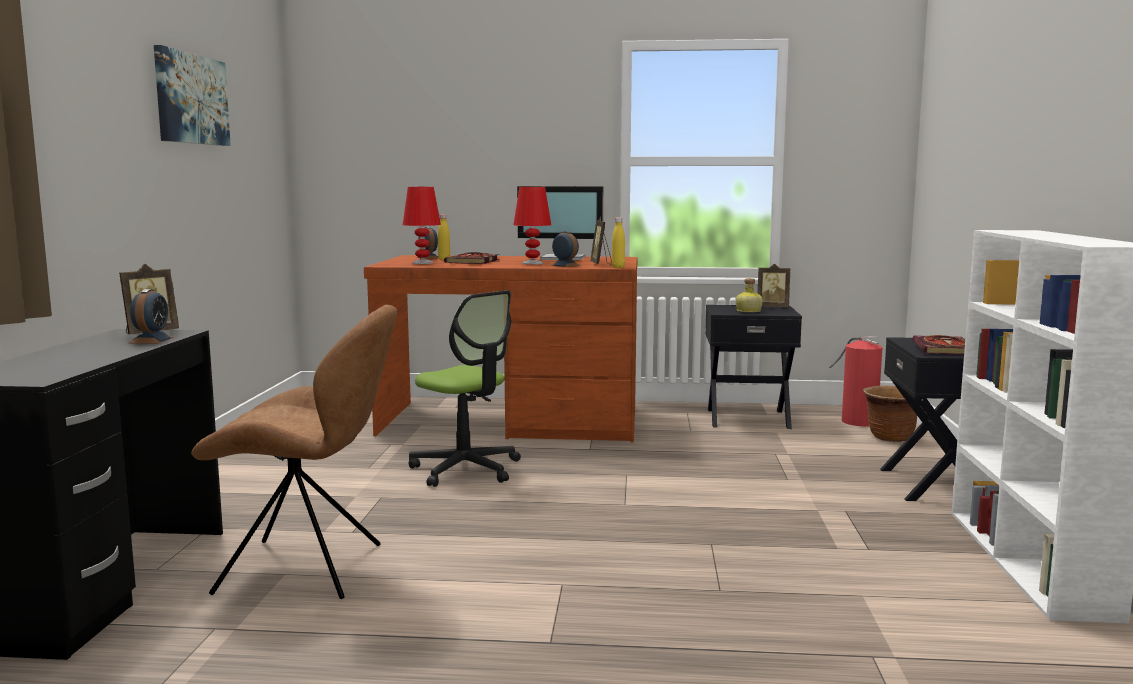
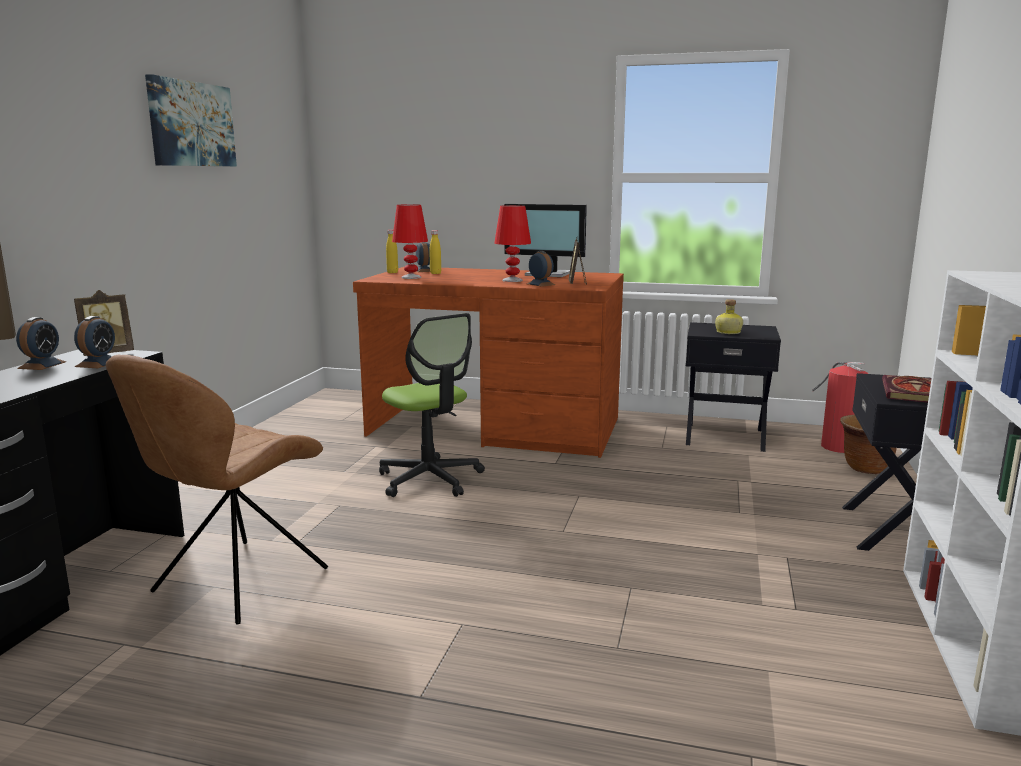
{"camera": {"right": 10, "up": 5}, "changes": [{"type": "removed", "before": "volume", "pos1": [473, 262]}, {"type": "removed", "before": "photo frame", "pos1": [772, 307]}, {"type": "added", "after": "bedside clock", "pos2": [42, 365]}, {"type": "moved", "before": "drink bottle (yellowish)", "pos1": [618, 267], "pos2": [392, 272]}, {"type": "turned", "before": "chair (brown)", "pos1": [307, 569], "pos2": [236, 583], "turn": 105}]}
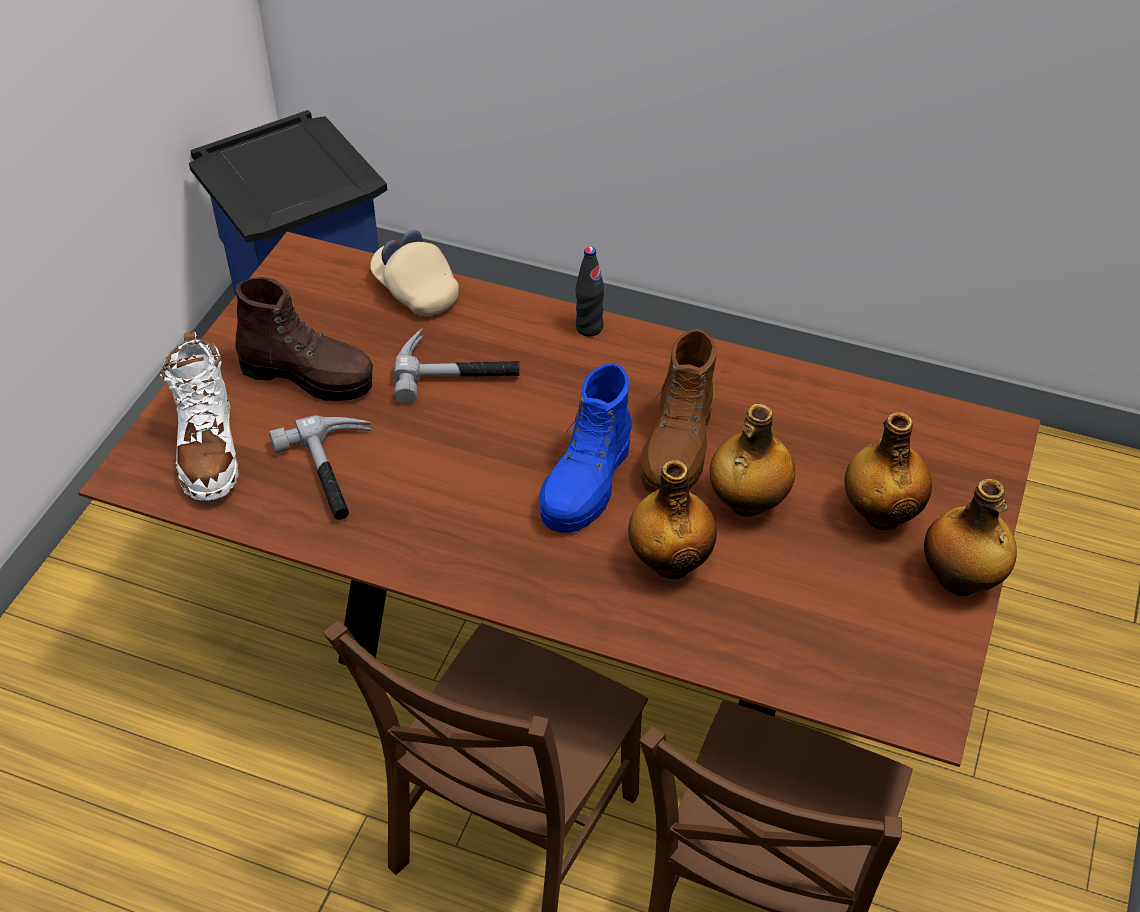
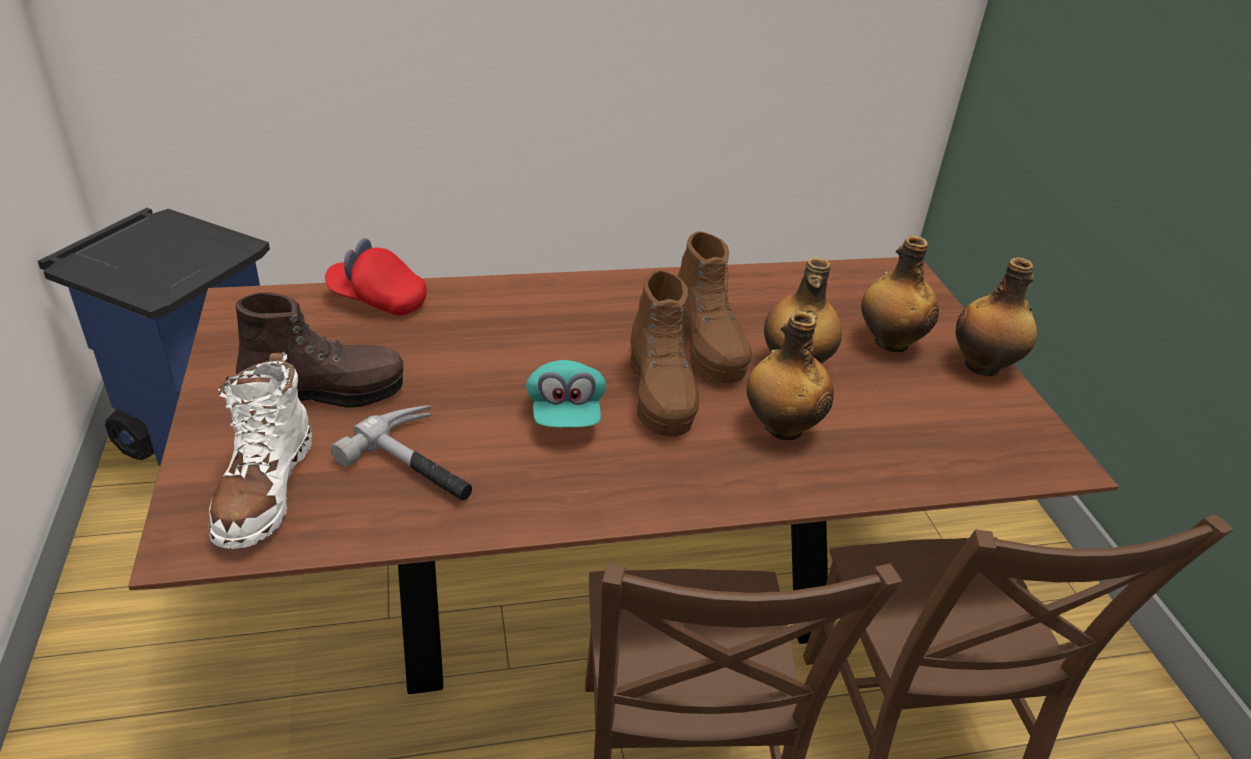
{"camera": {"right": -35, "up": -10}, "changes": [{"type": "removed", "before": "tool hammer", "pos1": [457, 370]}, {"type": "removed", "before": "drink bottle (black-coloured)", "pos1": [589, 327]}, {"type": "added", "after": "peaked cap (blue-green)", "pos2": [565, 413]}, {"type": "recoloured", "before": "peaked cap (beige)", "after": "peaked cap (red-coloured)", "pos1": [415, 291], "pos2": [378, 300]}, {"type": "recoloured", "before": "boot (bluish)", "after": "boot (brown)", "pos1": [587, 484], "pos2": [660, 394]}, {"type": "turned", "before": "boot (white-coloured)", "pos1": [208, 449], "pos2": [264, 489], "turn": 45}]}
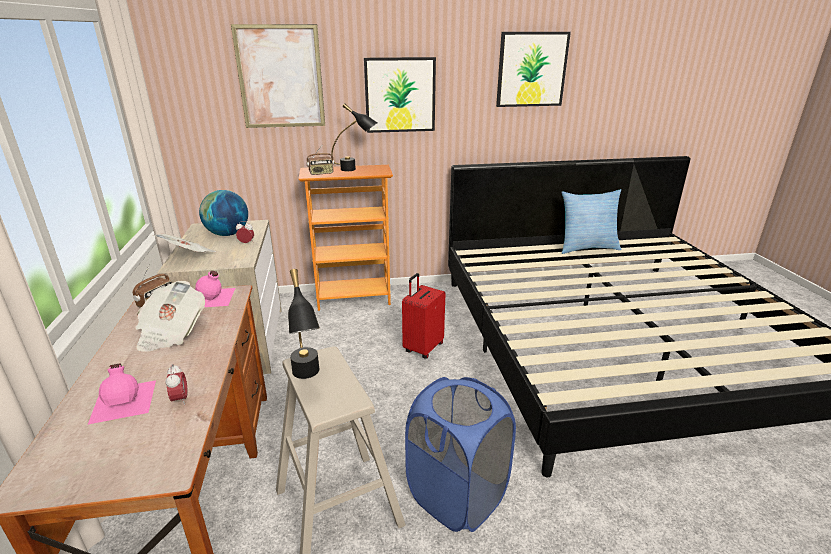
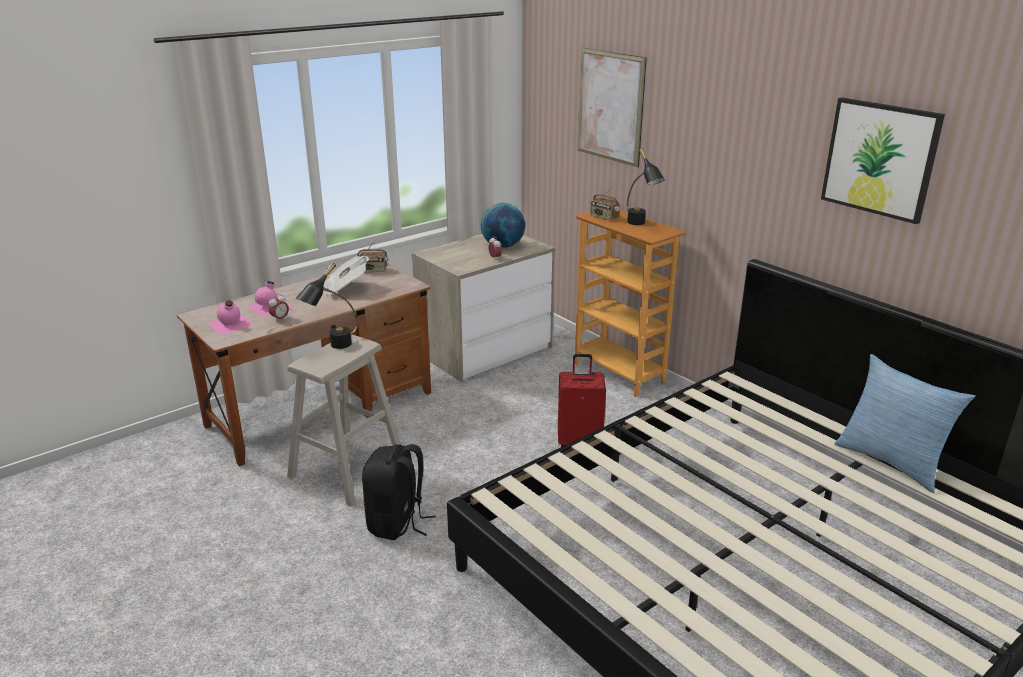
{"camera": {"right": 60, "up": 0}, "changes": [{"type": "removed", "before": "newspaper", "pos1": [189, 256]}, {"type": "removed", "before": "picture", "pos1": [400, 95]}, {"type": "moved", "before": "drink bottle (pink-coloured)", "pos1": [213, 298], "pos2": [230, 324]}, {"type": "replaced", "before": "laundry basket (bluish)", "after": "knapsack (black-coloured)", "pos1": [457, 496], "pos2": [397, 523]}]}
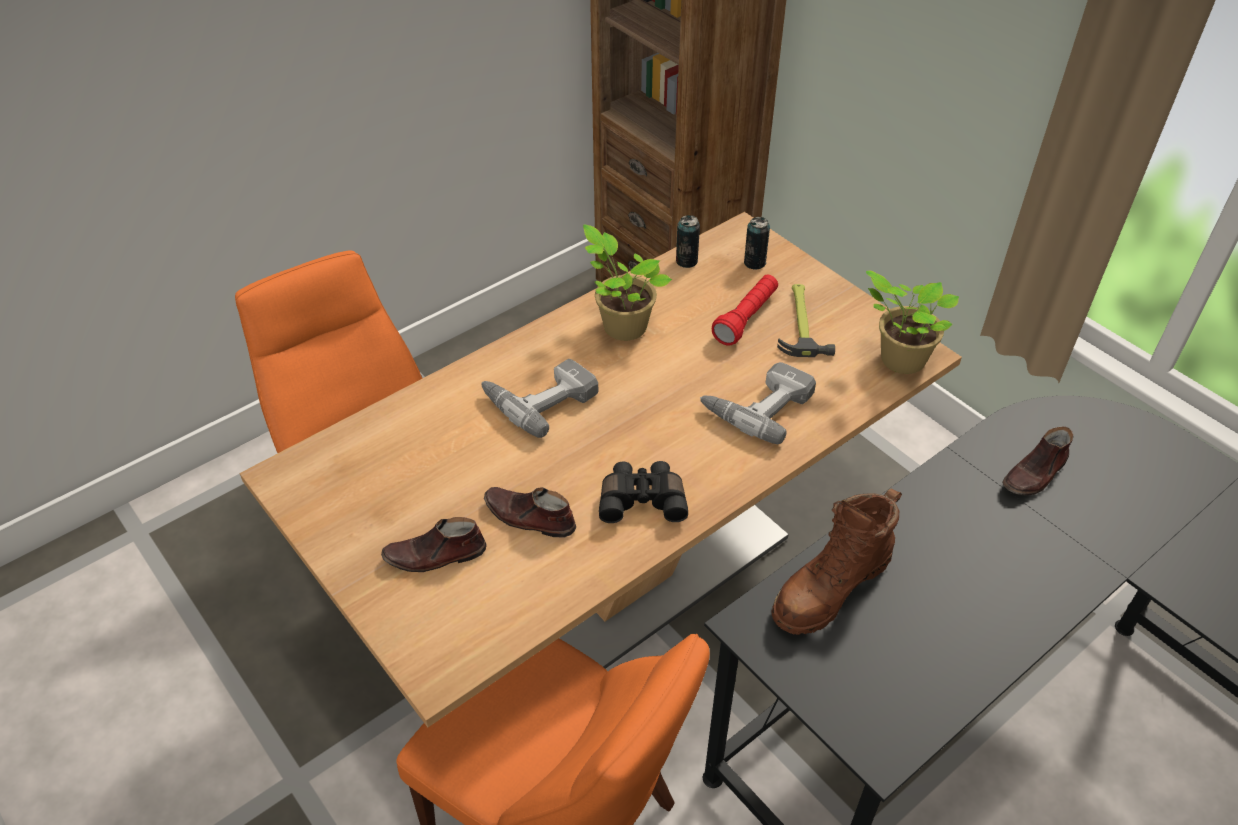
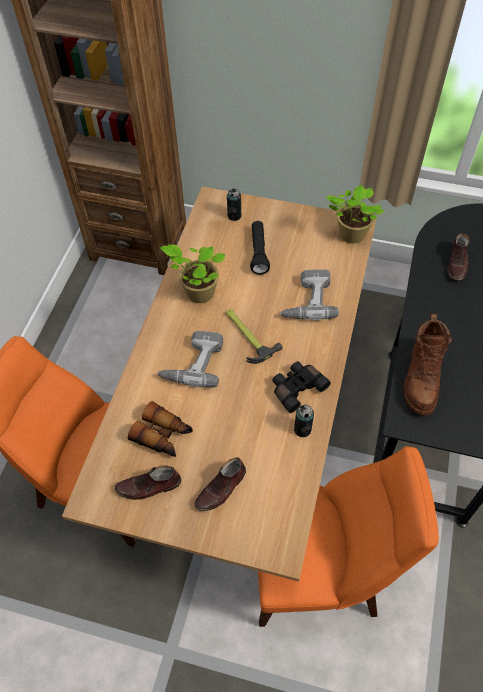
{"camera": {"right": -35, "up": 10}, "changes": [{"type": "added", "after": "pair of binoculars", "pos2": [163, 435]}, {"type": "moved", "before": "shoe (brown)", "pos1": [529, 517], "pos2": [149, 487]}, {"type": "moved", "before": "metal can", "pos1": [686, 261], "pos2": [302, 429]}, {"type": "moved", "before": "tool hammer", "pos1": [801, 322], "pos2": [247, 335]}, {"type": "recoloured", "before": "flashlight (red-coloured)", "after": "flashlight (black-coloured)", "pos1": [746, 318], "pos2": [258, 252]}]}
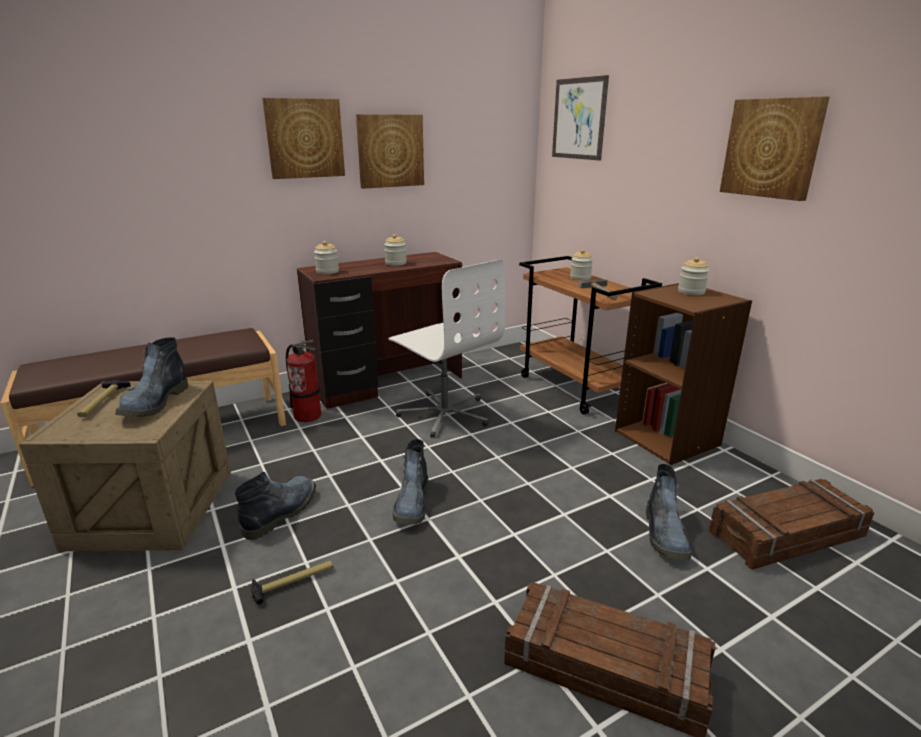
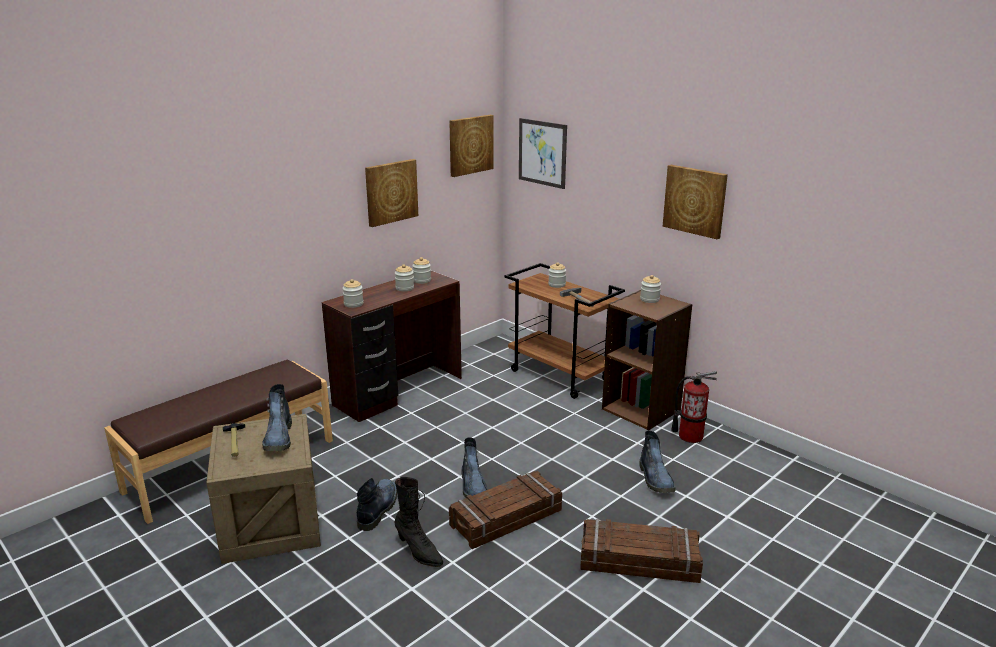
{"camera": {"right": -15, "up": 0}, "changes": [{"type": "removed", "before": "office chair (white-coloured)", "pos1": [445, 414]}, {"type": "added", "after": "storage jar", "pos2": [422, 280]}, {"type": "moved", "before": "picture", "pos1": [304, 138], "pos2": [470, 145]}, {"type": "moved", "before": "extinguisher", "pos1": [307, 415], "pos2": [690, 436]}, {"type": "moved", "before": "shipping crate", "pos1": [787, 535], "pos2": [506, 518]}, {"type": "replaced", "before": "tool hammer", "after": "boot (black-coloured)", "pos1": [293, 582], "pos2": [418, 551]}]}
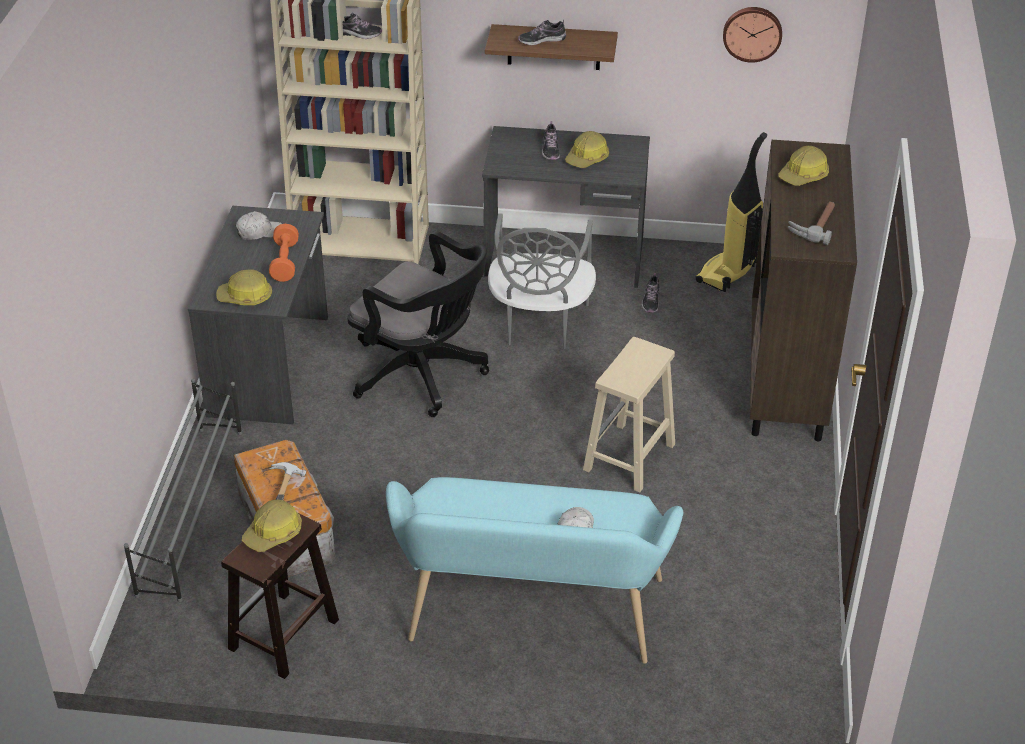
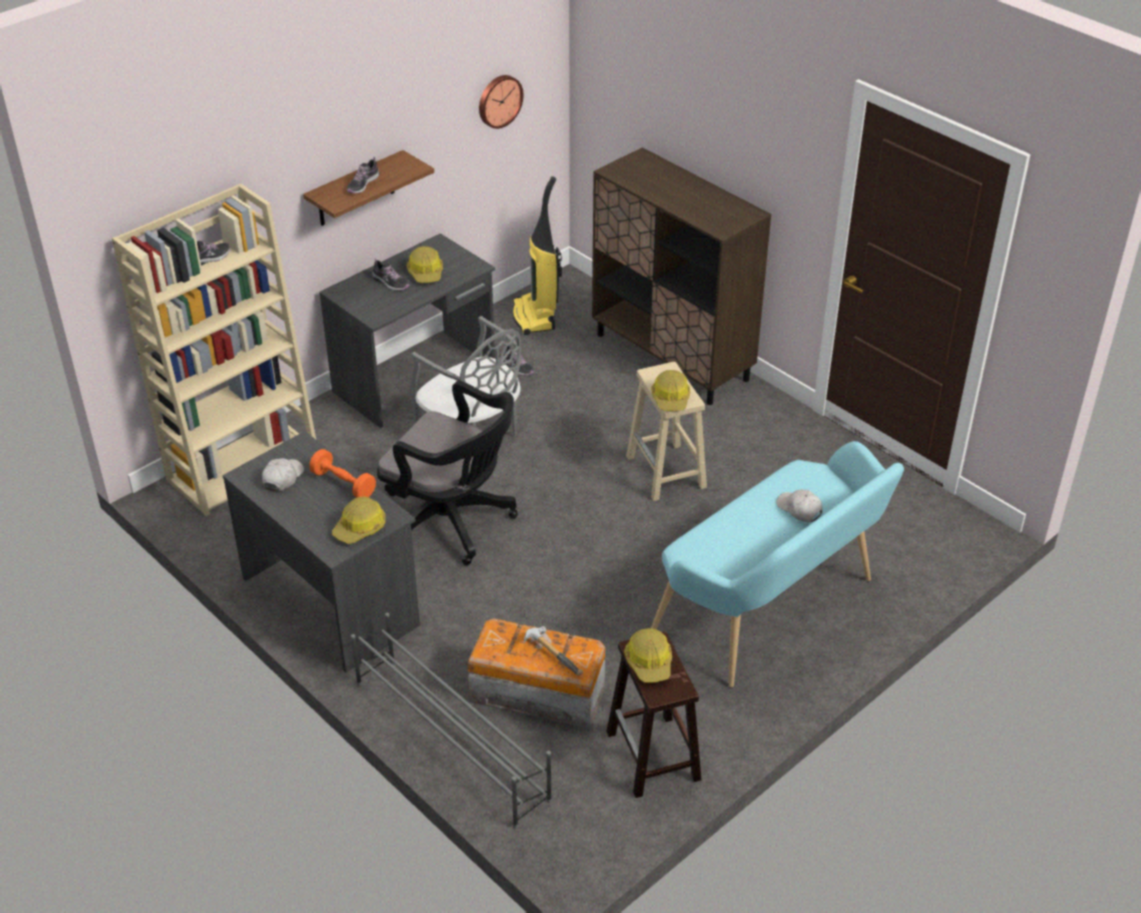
{"camera": {"right": -50, "up": 0}, "changes": [{"type": "removed", "before": "tool hammer", "pos1": [814, 225]}, {"type": "moved", "before": "safety helmet", "pos1": [803, 175], "pos2": [671, 398]}, {"type": "turned", "before": "office chair (black-coloured)", "pos1": [423, 375], "pos2": [453, 522], "turn": 45}]}
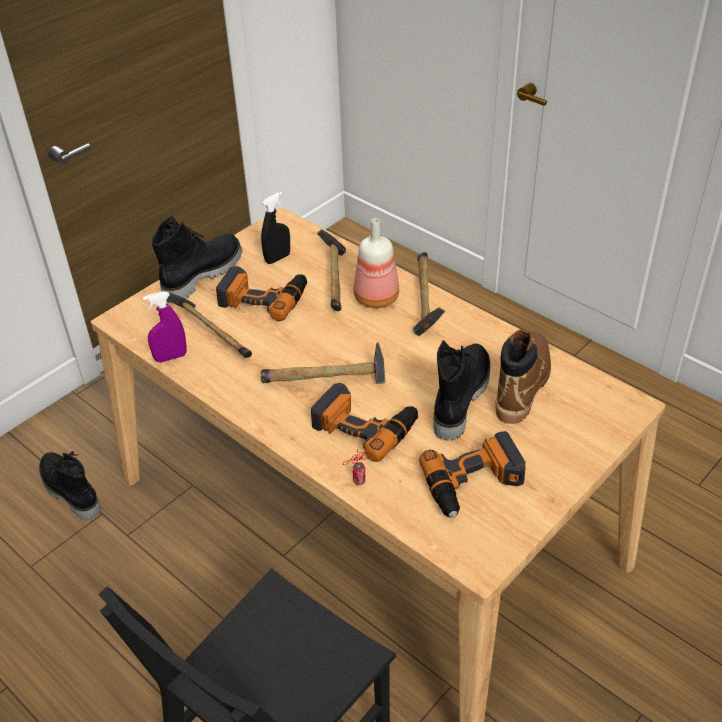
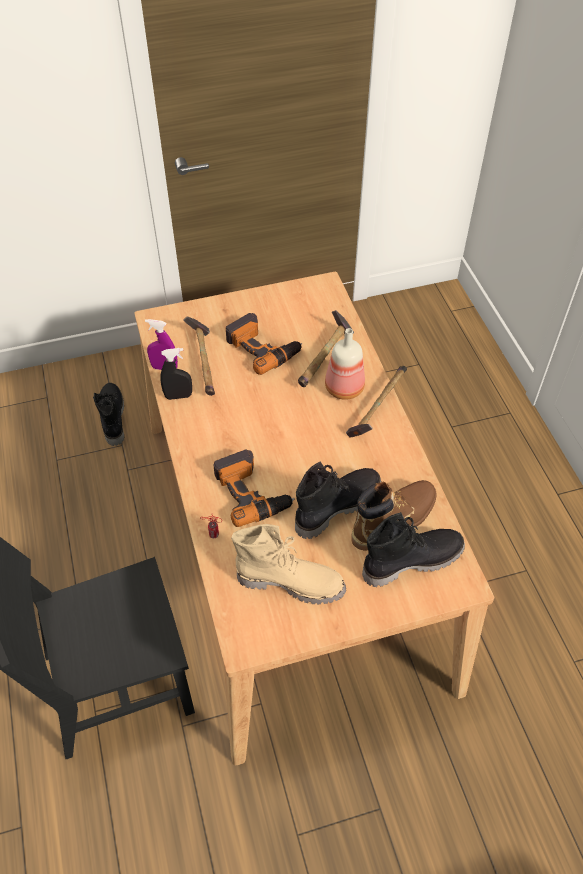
{"camera": {"right": 30, "up": 10}, "changes": [{"type": "removed", "before": "tool hammer", "pos1": [328, 382]}, {"type": "moved", "before": "boot (black-coloured)", "pos1": [202, 275], "pos2": [411, 560]}, {"type": "moved", "before": "sprayer (black-coloured)", "pos1": [277, 258], "pos2": [178, 396]}, {"type": "replaced", "before": "electric drill", "after": "boot (beige)", "pos1": [474, 484], "pos2": [291, 582]}]}
